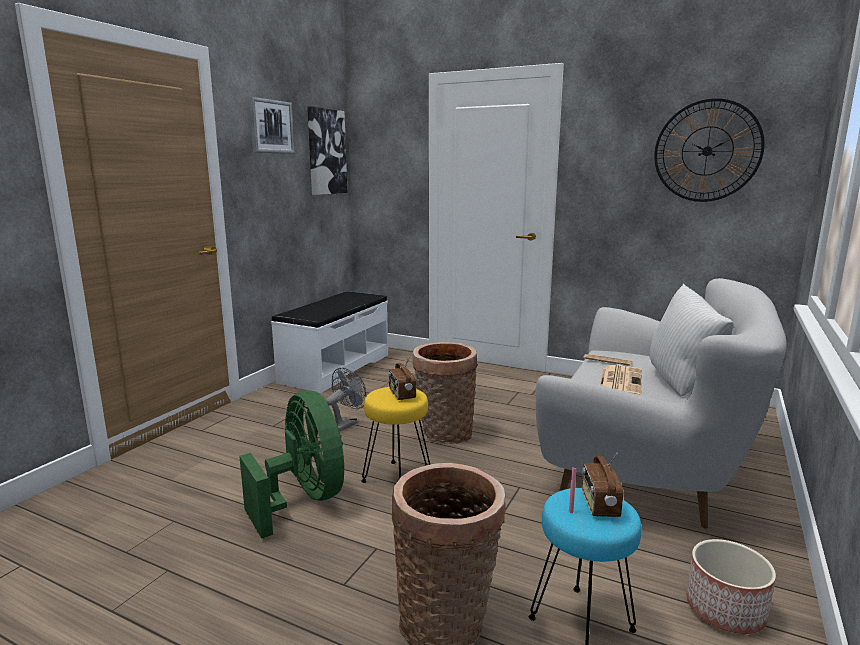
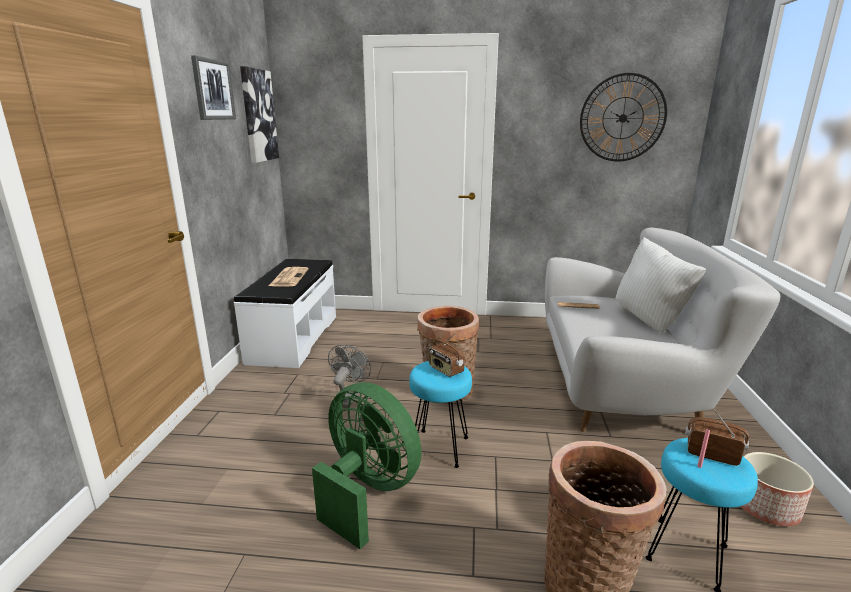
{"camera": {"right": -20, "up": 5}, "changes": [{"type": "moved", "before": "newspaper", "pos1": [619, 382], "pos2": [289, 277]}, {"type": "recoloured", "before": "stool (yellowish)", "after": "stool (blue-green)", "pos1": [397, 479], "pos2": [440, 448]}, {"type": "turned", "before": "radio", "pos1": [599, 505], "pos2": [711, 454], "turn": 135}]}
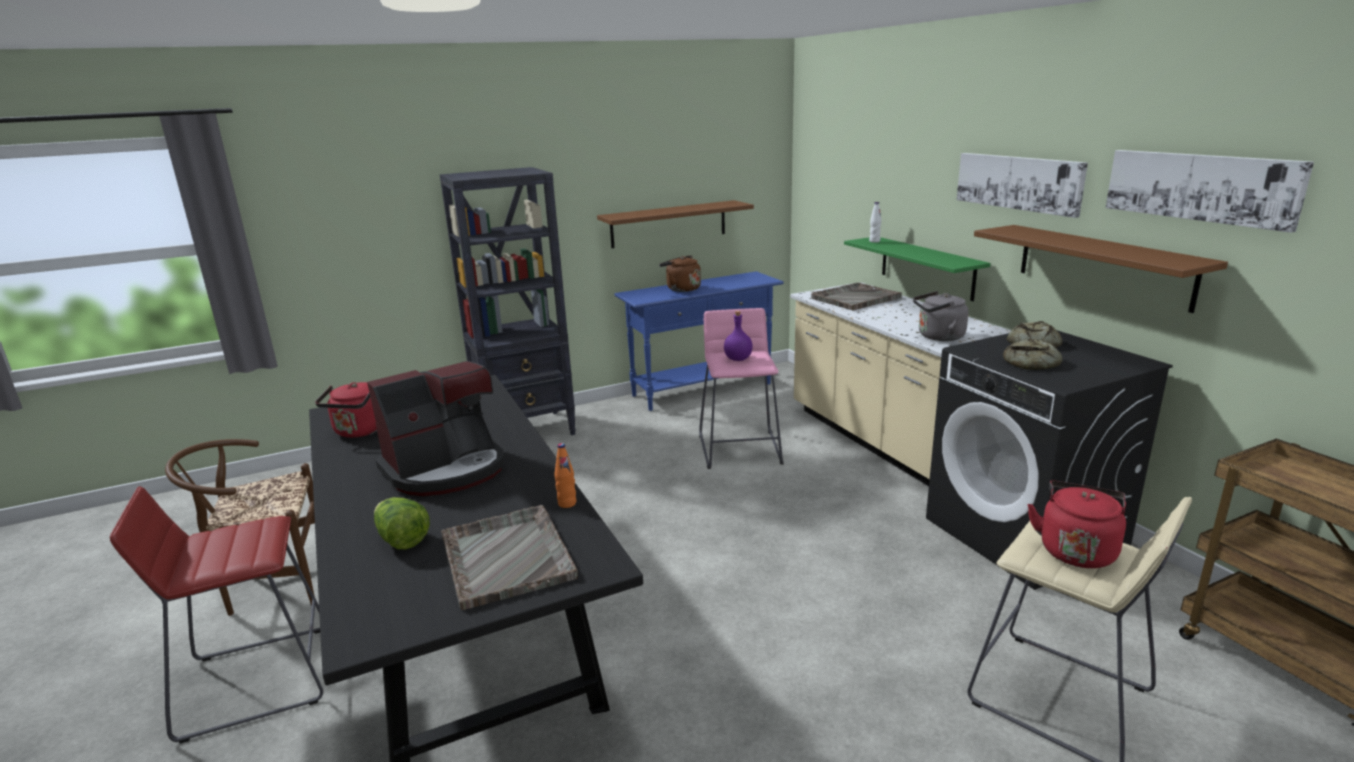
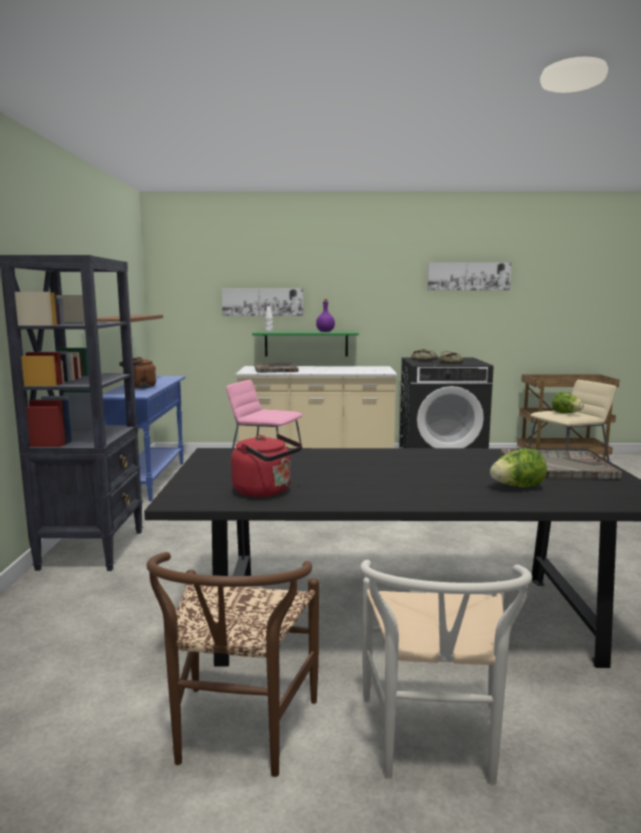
{"camera": {"right": -65, "up": -10}, "changes": [{"type": "removed", "before": "coffee brewer", "pos1": [446, 469]}, {"type": "removed", "before": "drink bottle (orange)", "pos1": [567, 503]}, {"type": "removed", "before": "kettle (greyish)", "pos1": [938, 337]}, {"type": "removed", "before": "bracket shelf (brown)", "pos1": [1102, 265]}, {"type": "moved", "before": "drink bottle (purple)", "pos1": [737, 359], "pos2": [325, 331]}, {"type": "moved", "before": "picture", "pos1": [1018, 182], "pos2": [262, 302]}, {"type": "replaced", "before": "stool (red-coloured)", "after": "chair (white-coloured)", "pos1": [256, 680], "pos2": [434, 746]}, {"type": "replaced", "before": "kettle (red-coloured)", "after": "lettuce head", "pos1": [1076, 550], "pos2": [566, 413]}]}
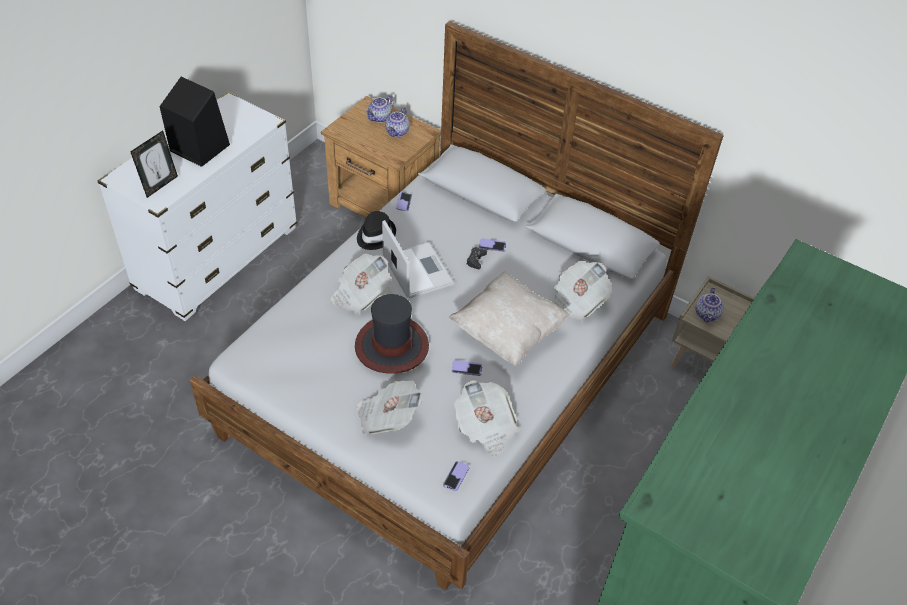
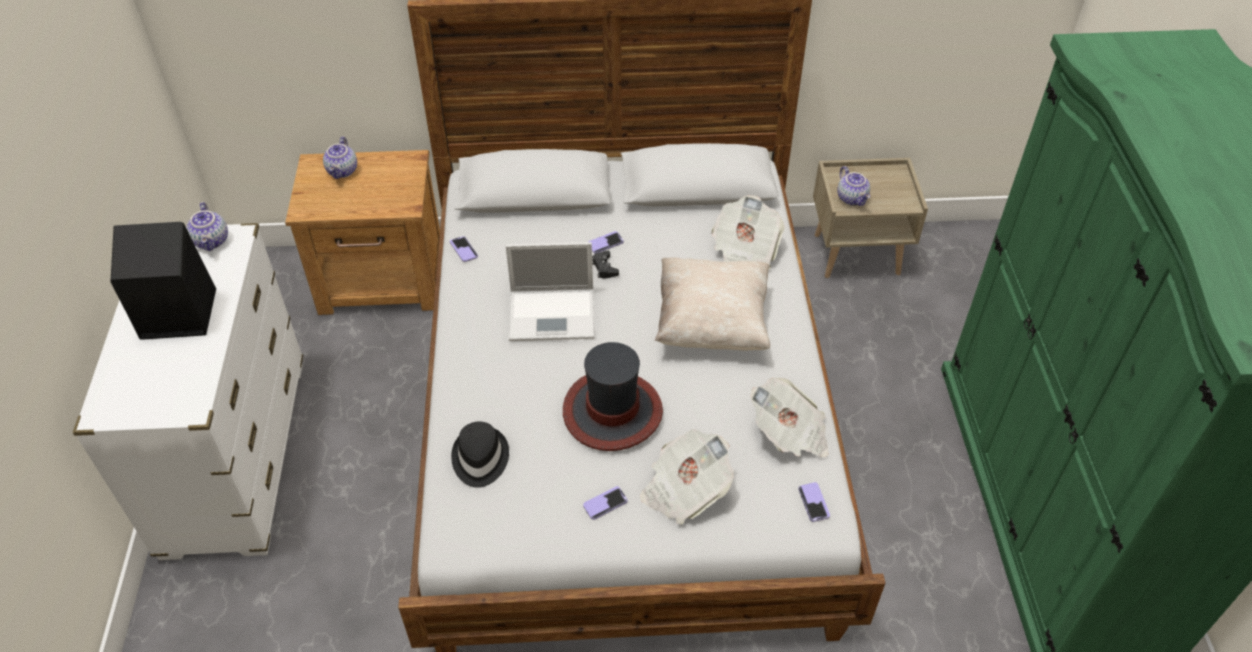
{"camera": {"right": -35, "up": 0}, "changes": [{"type": "removed", "before": "photo frame", "pos1": [160, 185]}, {"type": "removed", "before": "newspaper", "pos1": [360, 295]}, {"type": "moved", "before": "wearable hat (black-coloured)", "pos1": [375, 235], "pos2": [479, 459]}, {"type": "moved", "before": "teapot", "pos1": [397, 132], "pos2": [212, 241]}, {"type": "moved", "before": "telephone", "pos1": [467, 368], "pos2": [605, 503]}, {"type": "turned", "before": "notebook computer", "pos1": [416, 270], "pos2": [554, 314], "turn": 150}]}
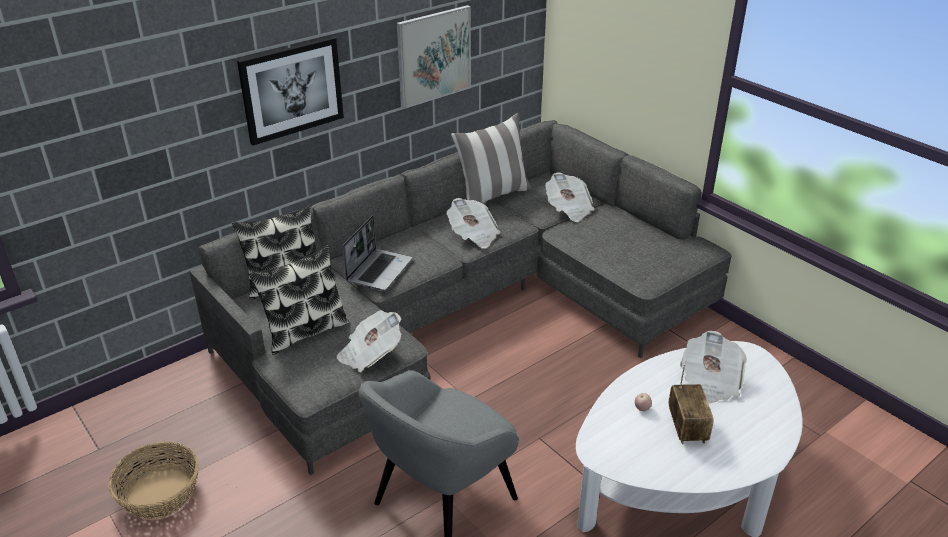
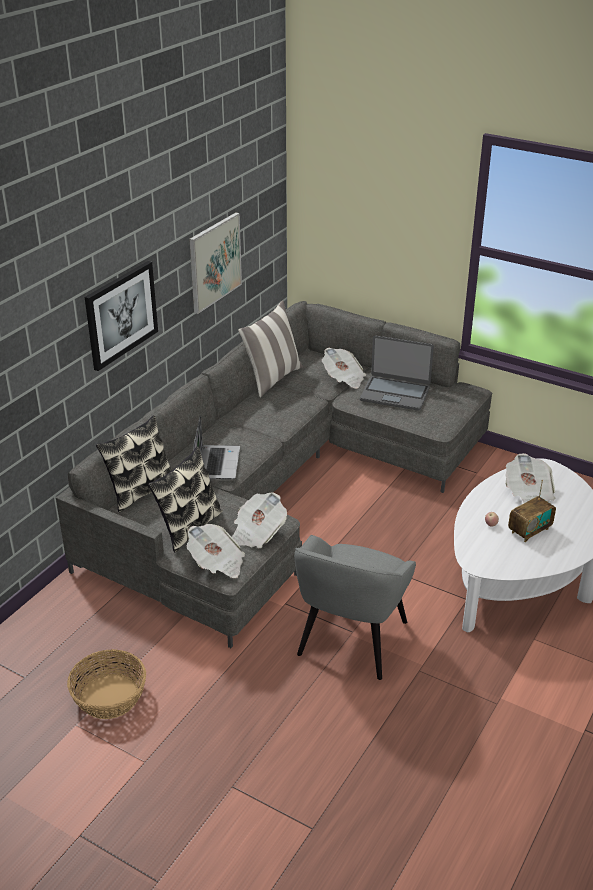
{"camera": {"right": -20, "up": 0}, "changes": [{"type": "added", "after": "notebook computer", "pos2": [395, 393]}, {"type": "moved", "before": "newspaper", "pos1": [473, 235], "pos2": [217, 563]}, {"type": "turned", "before": "radio", "pos1": [687, 428], "pos2": [529, 530], "turn": 75}]}
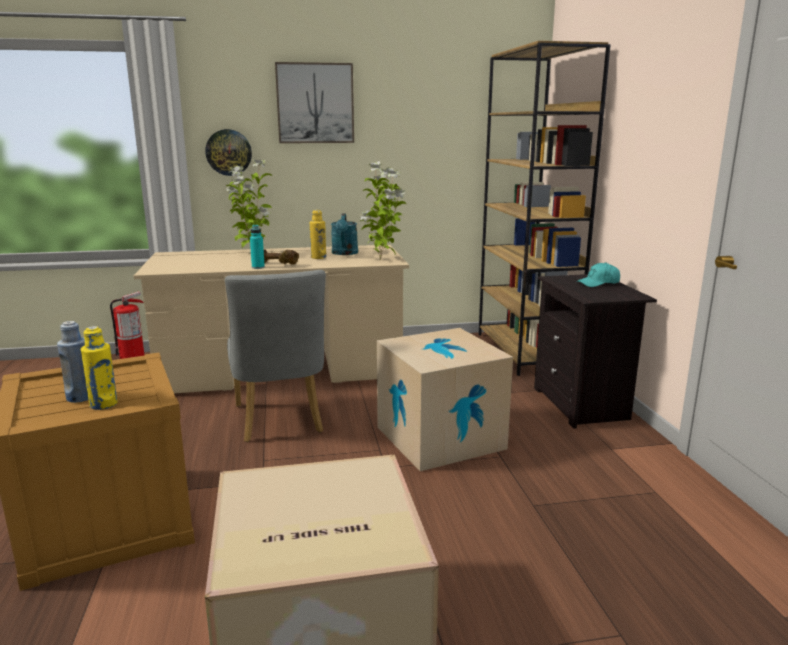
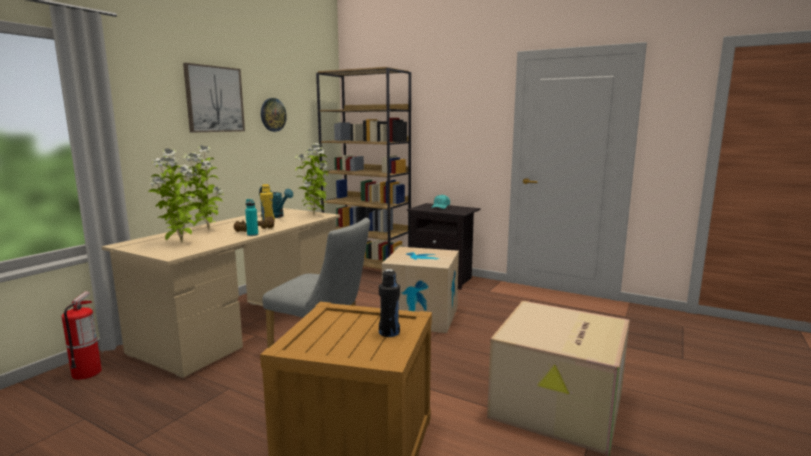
{"camera": {"right": -50, "up": -5}, "changes": [{"type": "removed", "before": "drink bottle (bluish)", "pos1": [80, 397]}, {"type": "added", "after": "plant in a pot", "pos2": [180, 243]}, {"type": "moved", "before": "clock on the wall", "pos1": [228, 152], "pos2": [273, 114]}, {"type": "recoloured", "before": "drink bottle (yellowish)", "after": "drink bottle (black-coloured)", "pos1": [104, 404], "pos2": [389, 332]}]}
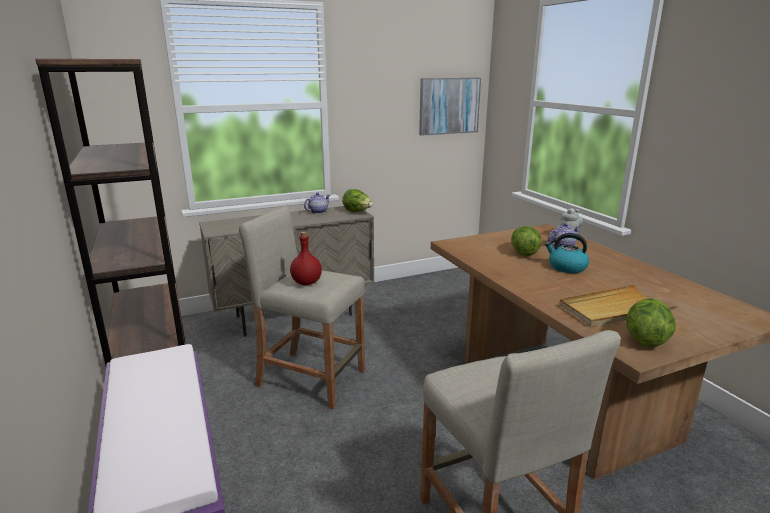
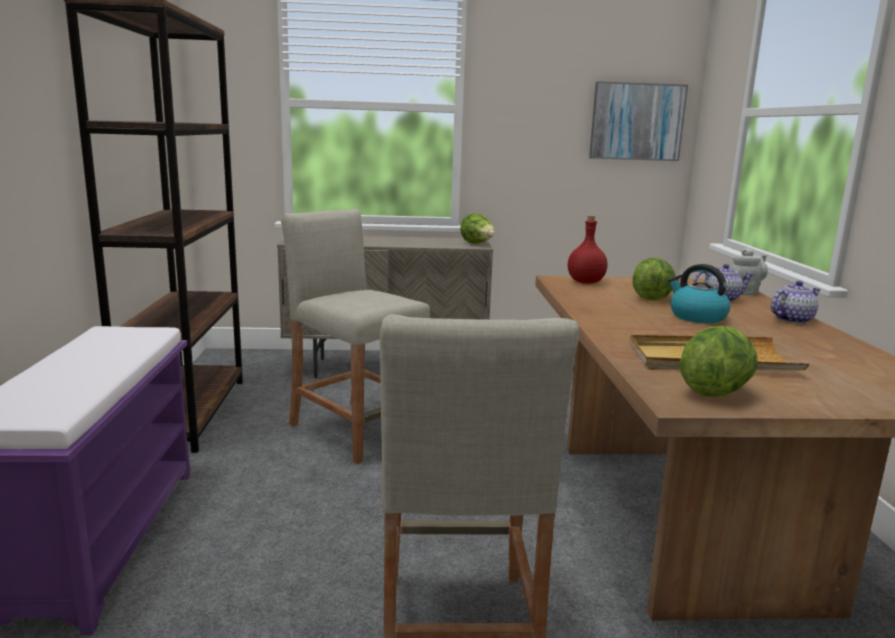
{"camera": {"right": 20, "up": -5}, "changes": [{"type": "moved", "before": "drink bottle (red-coloured)", "pos1": [306, 283], "pos2": [585, 282]}, {"type": "moved", "before": "teapot", "pos1": [318, 211], "pos2": [791, 319]}]}
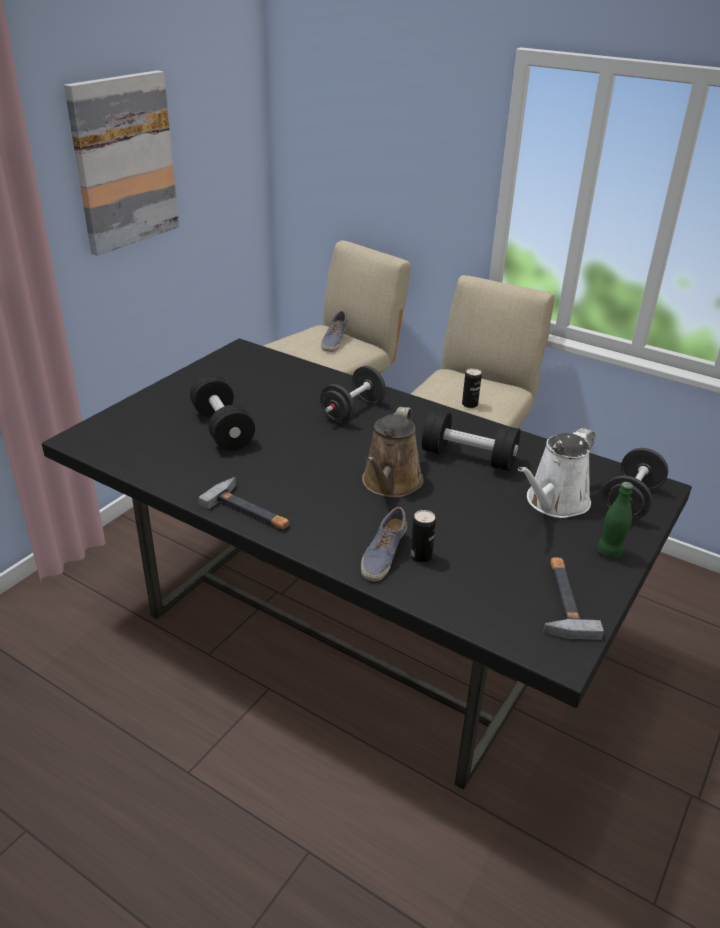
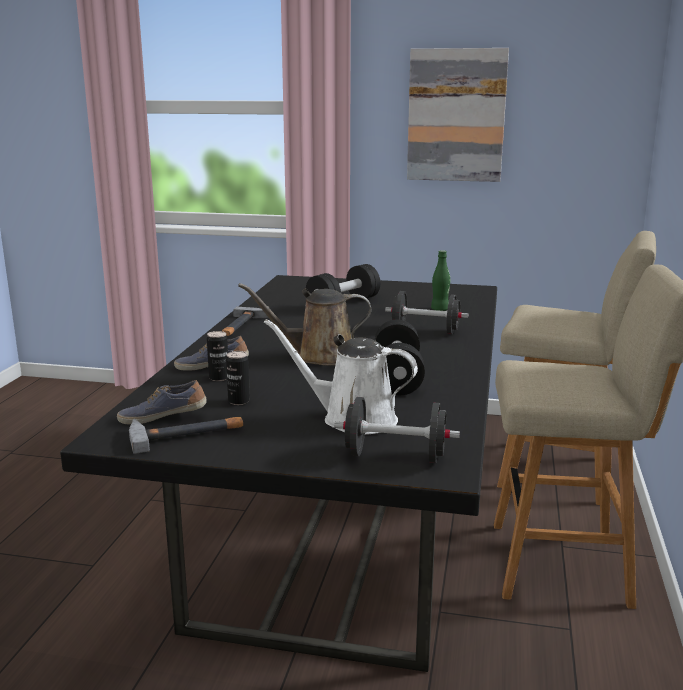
{"camera": {"right": 70, "up": -15}, "changes": [{"type": "moved", "before": "shoe", "pos1": [334, 341], "pos2": [163, 417]}, {"type": "moved", "before": "metal can", "pos1": [469, 404], "pos2": [239, 401]}, {"type": "moved", "before": "drink bottle (greenish)", "pos1": [609, 552], "pos2": [440, 309]}]}
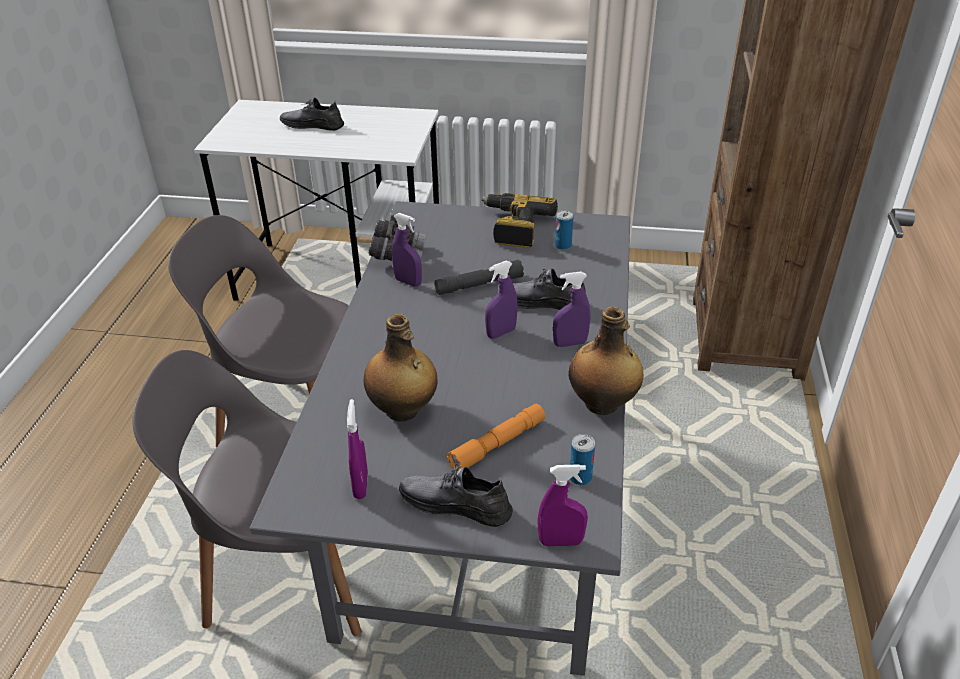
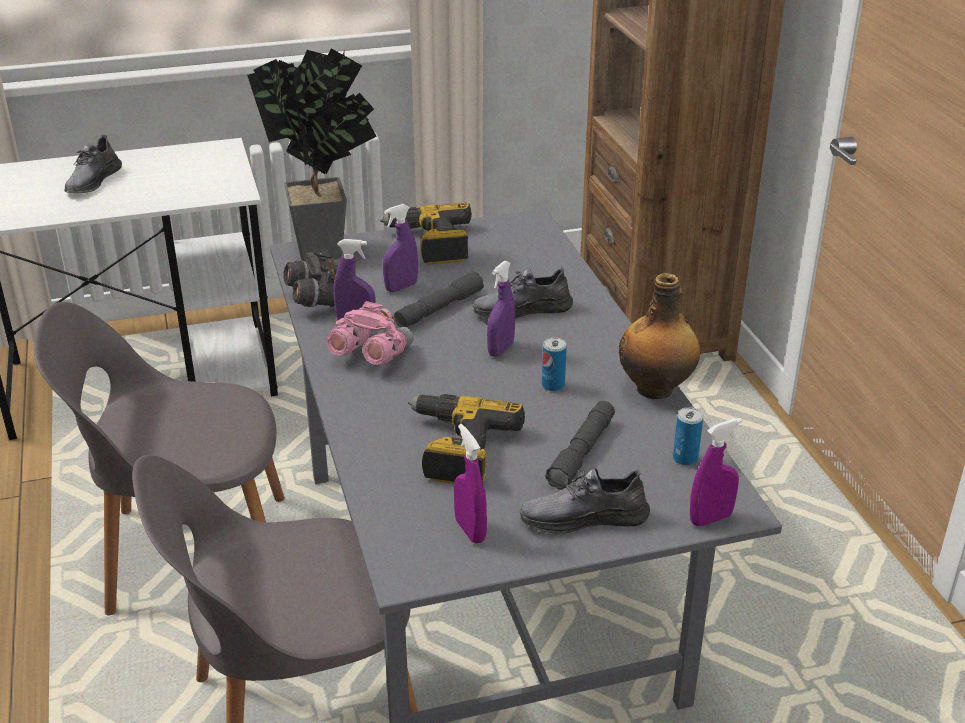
{"camera": {"right": -25, "up": -5}, "changes": [{"type": "added", "after": "plant in a pot", "pos2": [328, 251]}, {"type": "added", "after": "pair of binoculars (pink-coloured)", "pos2": [371, 356]}, {"type": "moved", "before": "sprayer (purple)", "pos1": [570, 343], "pos2": [401, 287]}, {"type": "moved", "before": "metal can", "pos1": [563, 245], "pos2": [553, 385]}, {"type": "replaced", "before": "drink bottle", "after": "electric drill", "pos1": [403, 411], "pos2": [456, 449]}, {"type": "recoloured", "before": "flashlight (orange)", "after": "flashlight (greyish)", "pos1": [497, 444], "pos2": [581, 452]}, {"type": "turned", "before": "shoe (greyish)", "pos1": [312, 125], "pos2": [93, 181], "turn": -60}]}
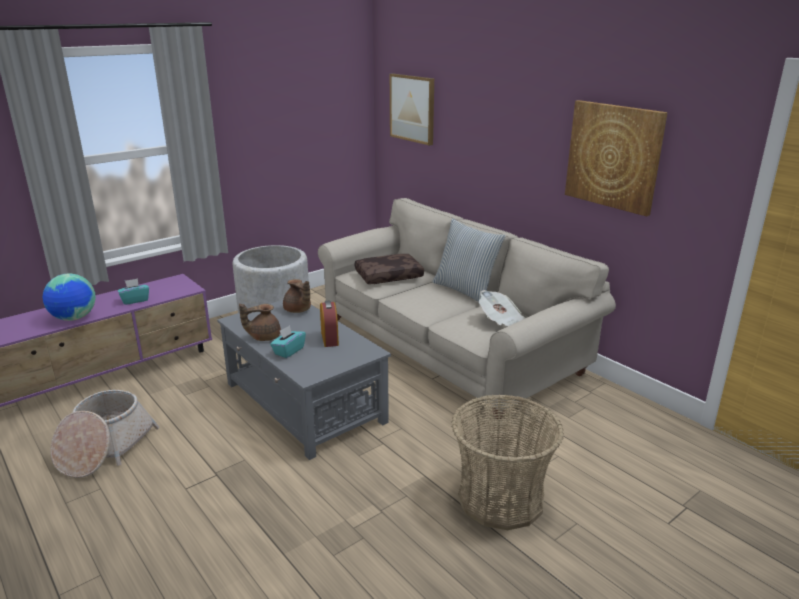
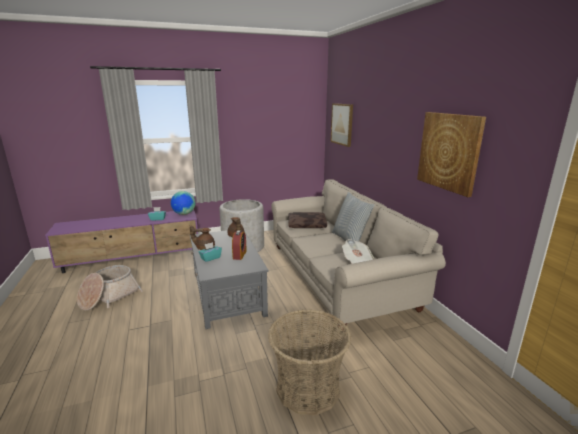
{"camera": {"right": 20, "up": -5}, "changes": [{"type": "moved", "before": "world globe", "pos1": [74, 318], "pos2": [184, 214]}]}
